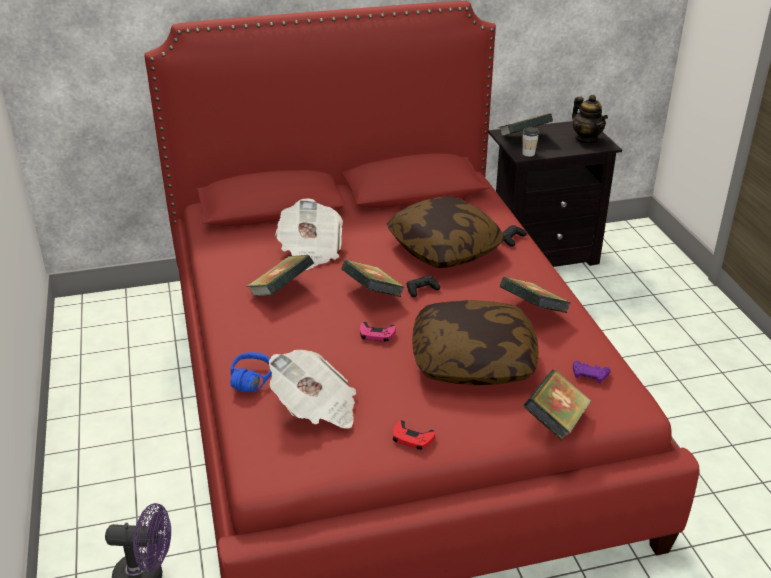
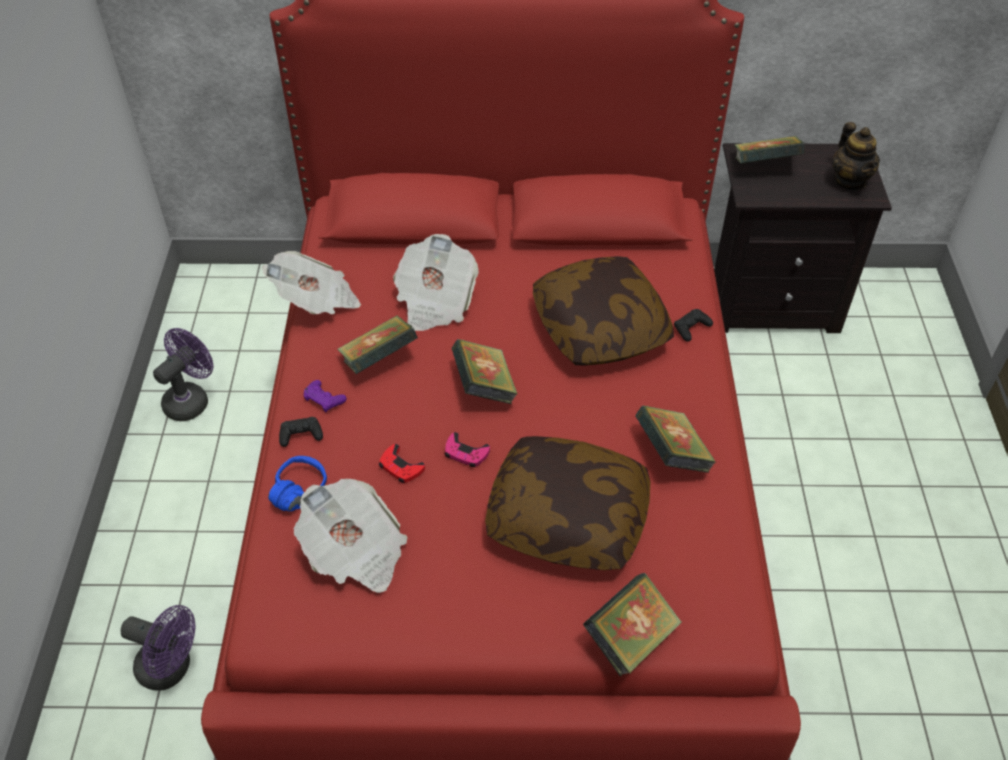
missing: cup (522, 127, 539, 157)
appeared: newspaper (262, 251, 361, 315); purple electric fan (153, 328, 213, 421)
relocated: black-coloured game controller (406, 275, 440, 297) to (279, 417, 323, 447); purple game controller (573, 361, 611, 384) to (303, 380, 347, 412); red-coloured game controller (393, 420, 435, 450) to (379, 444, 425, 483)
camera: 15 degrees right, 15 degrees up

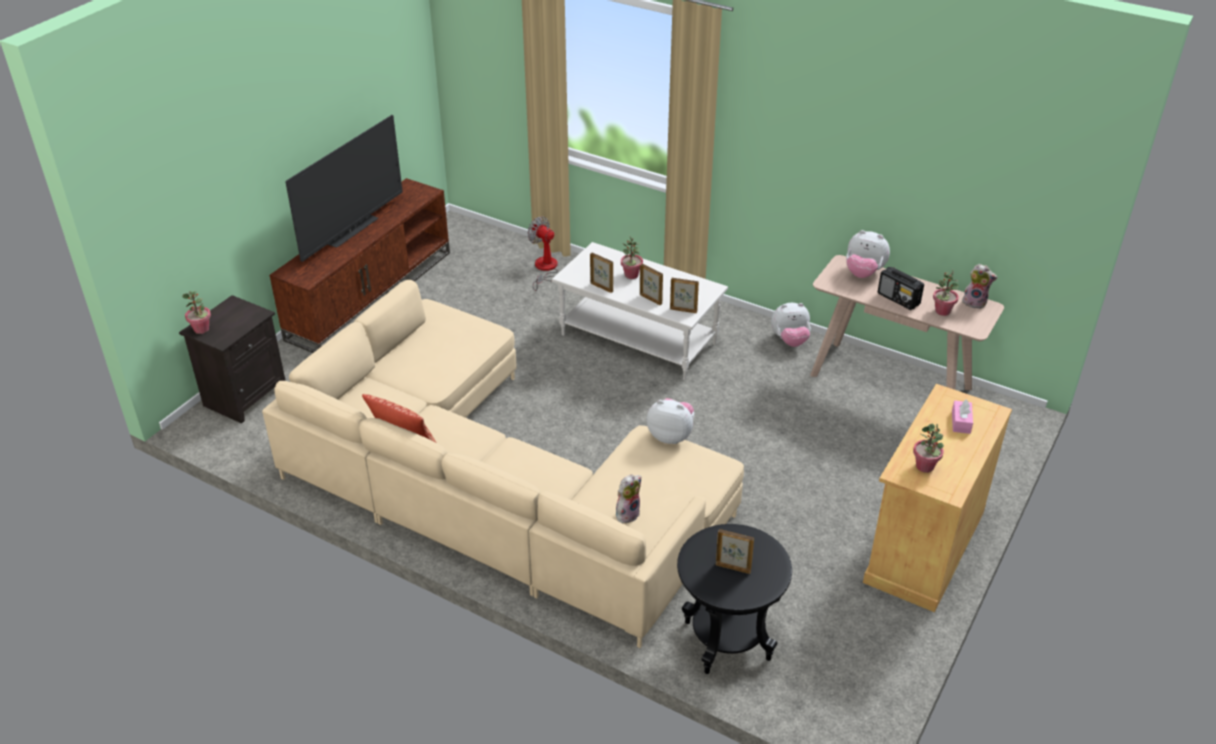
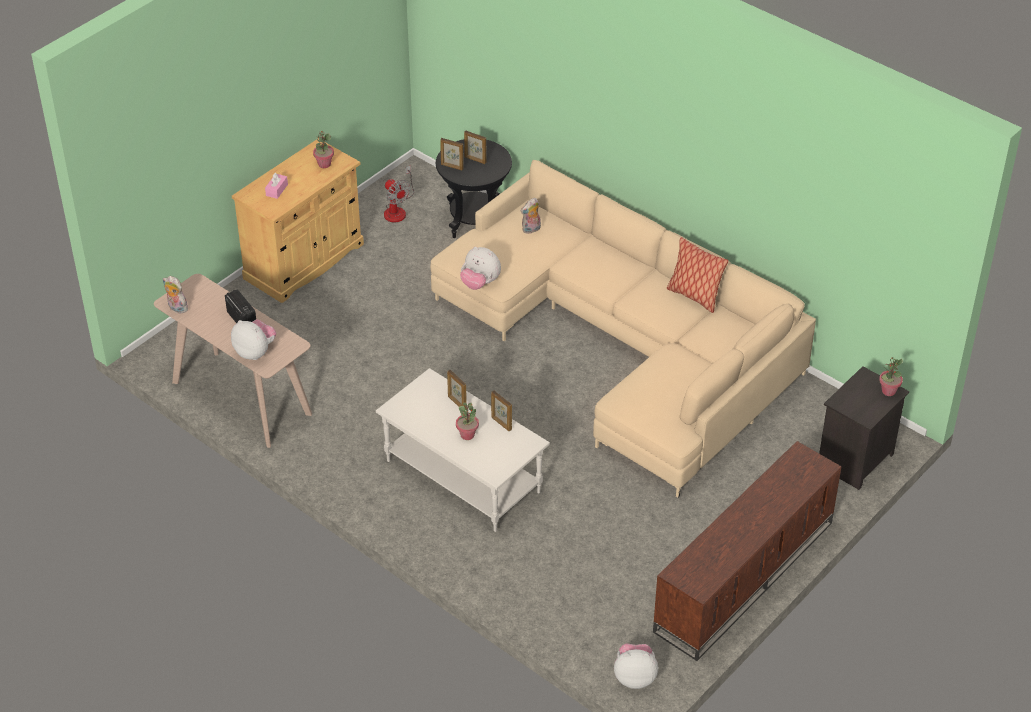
missing: television (286, 115, 403, 262); potted plant (933, 270, 959, 316)
relocated: electric fan (527, 216, 558, 291) to (384, 165, 414, 223); picture frame (670, 278, 699, 313) to (440, 138, 464, 170); plush toy (771, 303, 811, 347) to (614, 644, 659, 689)
camera: 170 degrees left, 5 degrees up

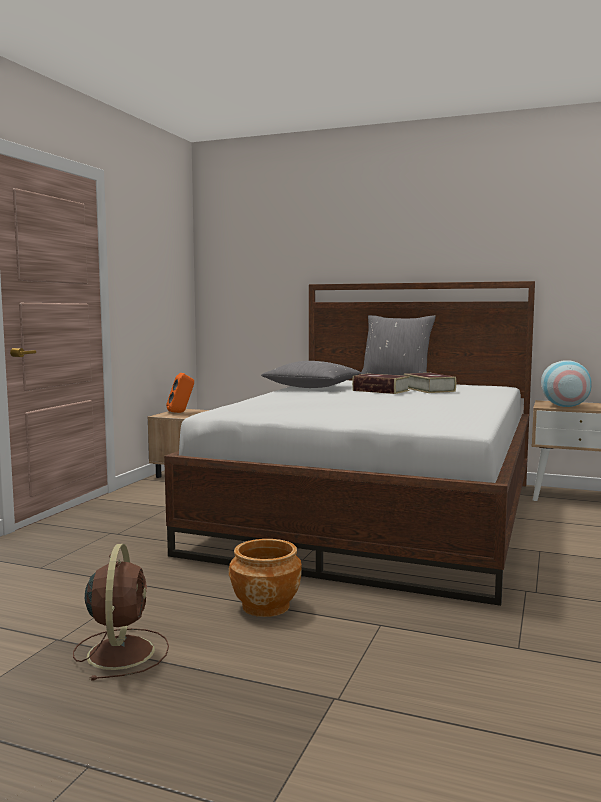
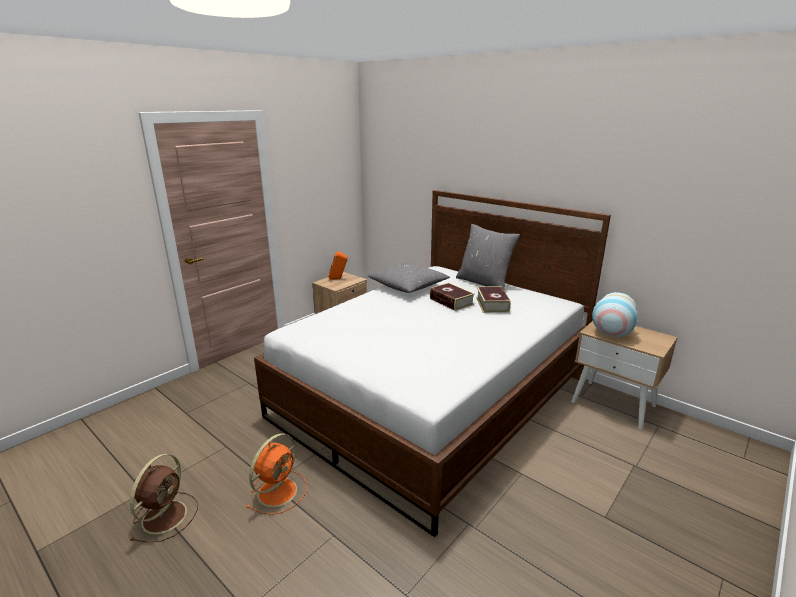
exchanged: brown-coloured planter (229, 539, 302, 617) to orange electric fan (246, 433, 307, 515)
camera: 20 degrees right, 15 degrees up

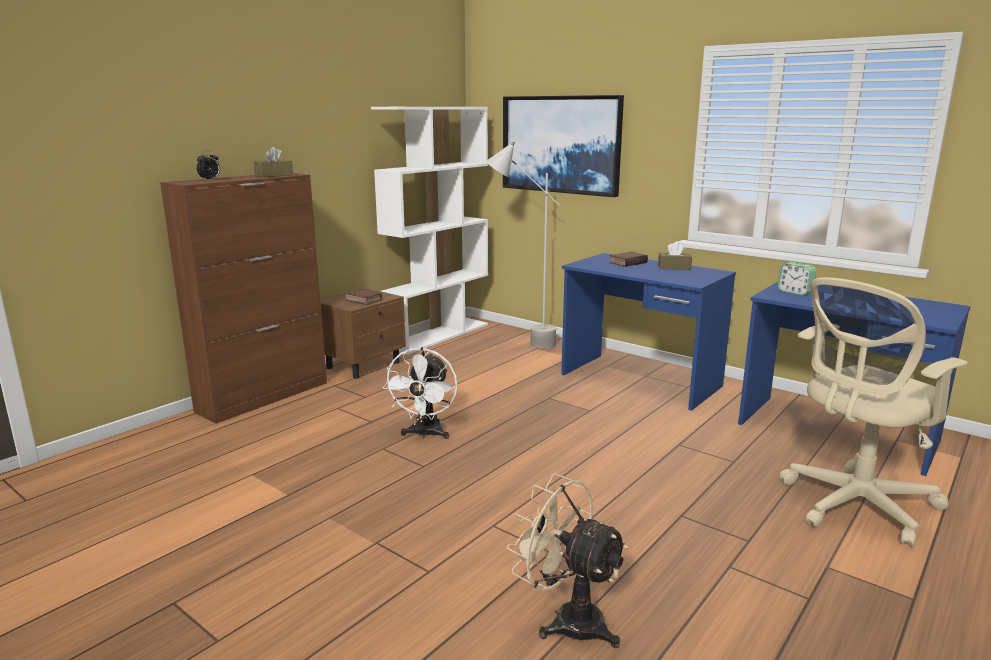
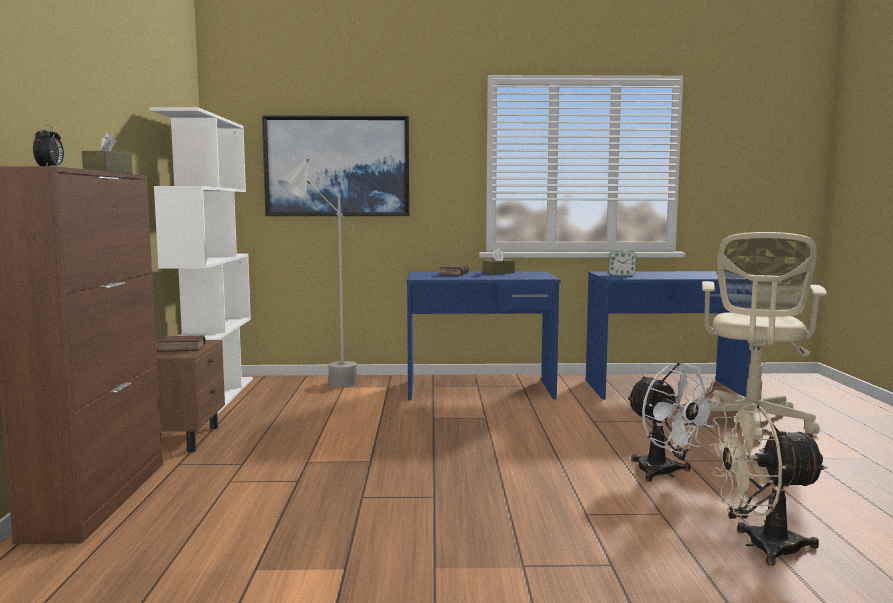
relocated: white-coloured electric fan (383, 347, 458, 439) to (626, 362, 720, 482)
camera: 40 degrees left, 10 degrees down

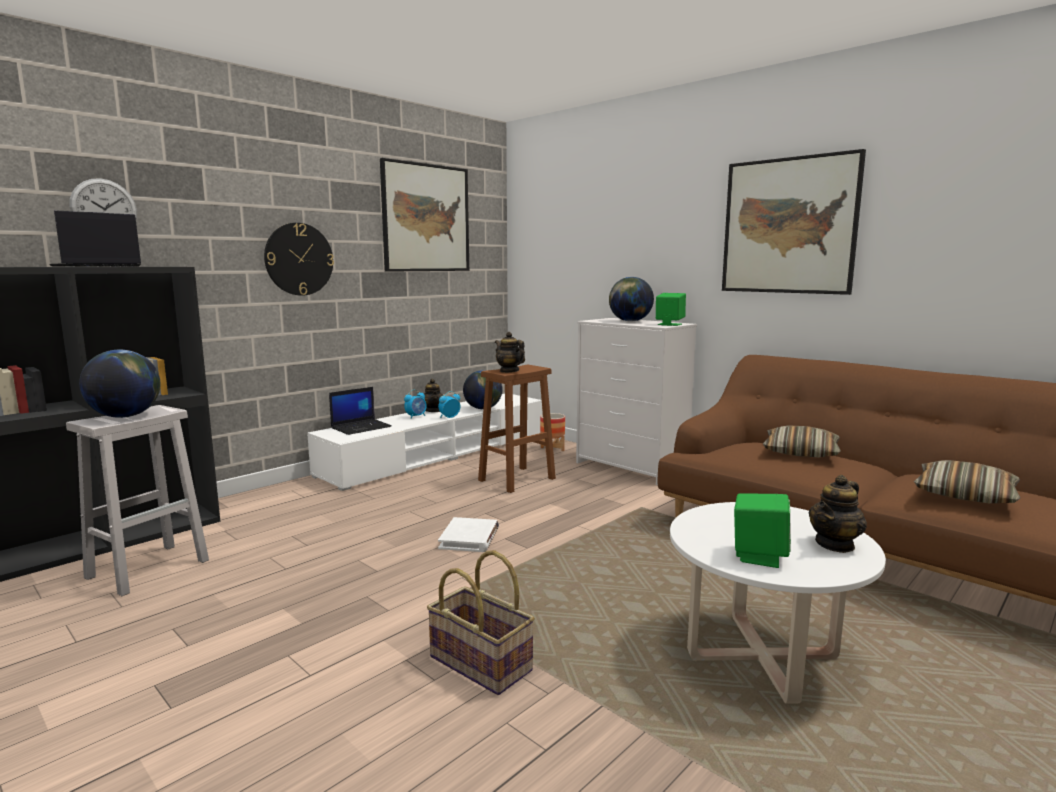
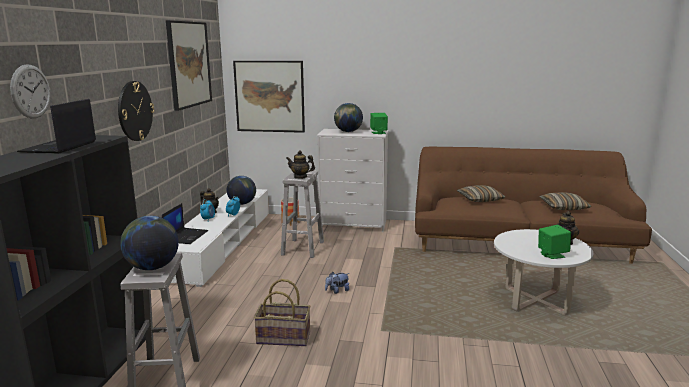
relocated: wall art (722, 149, 866, 295) to (233, 61, 305, 133); basket (427, 550, 535, 695) to (254, 279, 310, 346)
exchanged: white-coloured volume (438, 517, 499, 552) to plush toy (325, 272, 350, 294)
colour: brown-coloured stool seat (478, 365, 556, 493) to white-coloured stool seat (281, 170, 324, 258)
camera: 35 degrees left, 5 degrees up

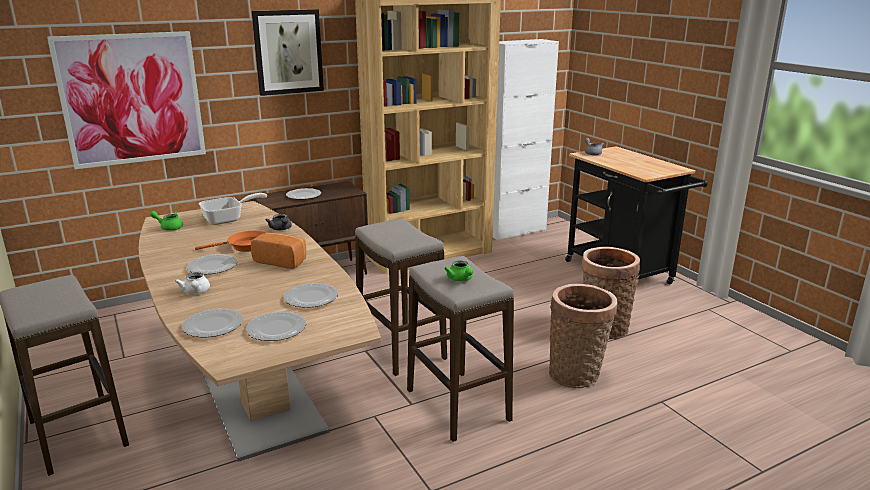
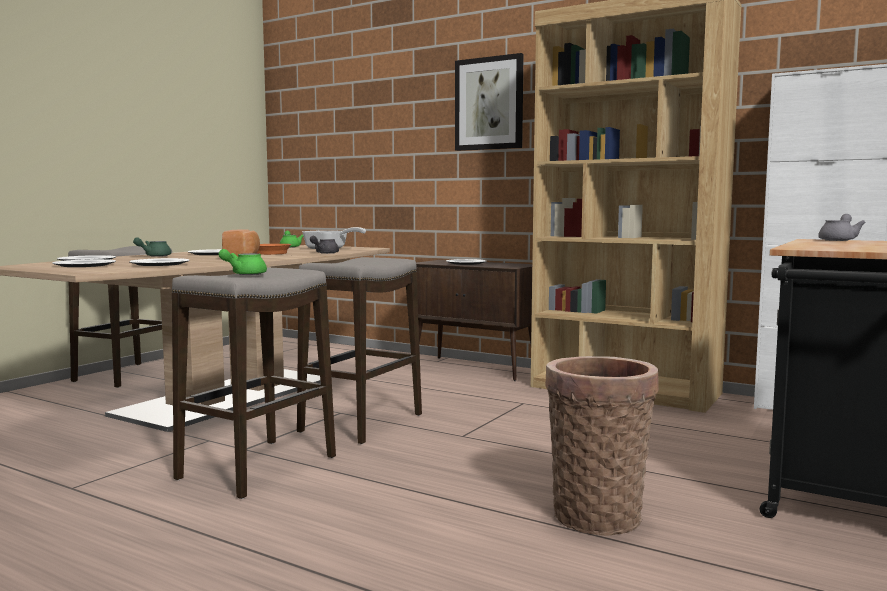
missing: wall art (47, 31, 206, 169); basket (549, 284, 618, 388)
colour: white-coloured tea pot (175, 272, 210, 294) to green tea pot (133, 237, 171, 257)
camera: 60 degrees right, 15 degrees down

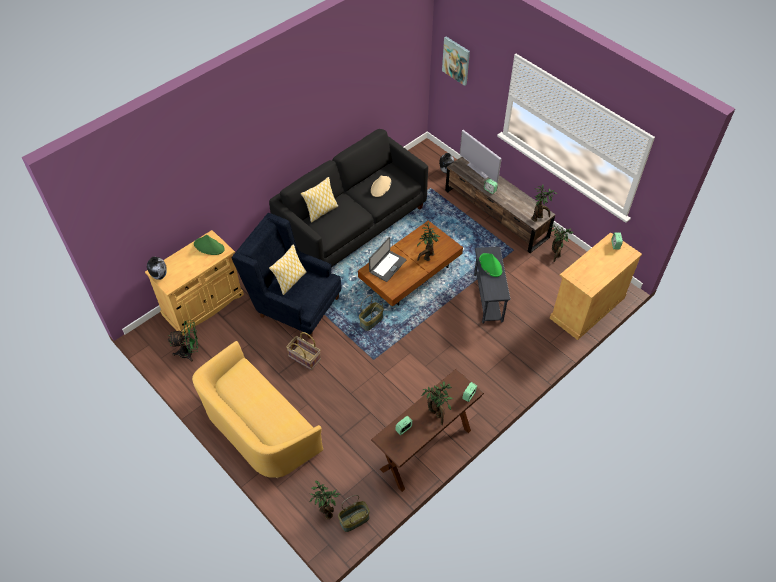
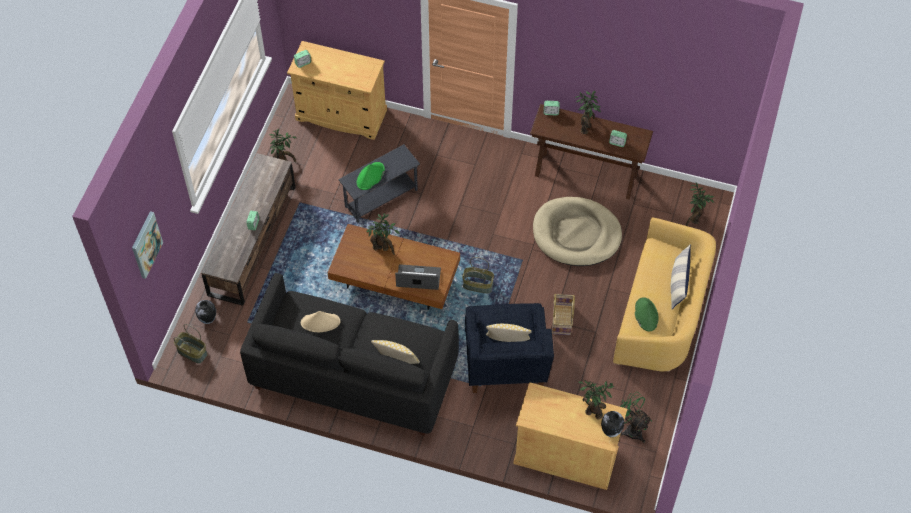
missing: television (459, 130, 502, 183)
appeared: sand-coloured pet bed (533, 197, 622, 266); throw pillow (671, 244, 691, 309)
relocated: potted plant (531, 185, 557, 221) to (578, 380, 614, 419); green wearable hat (194, 235, 225, 255) to (635, 297, 659, 331); basket (338, 495, 370, 532) to (174, 324, 208, 364)
camera: 120 degrees left, 5 degrees up

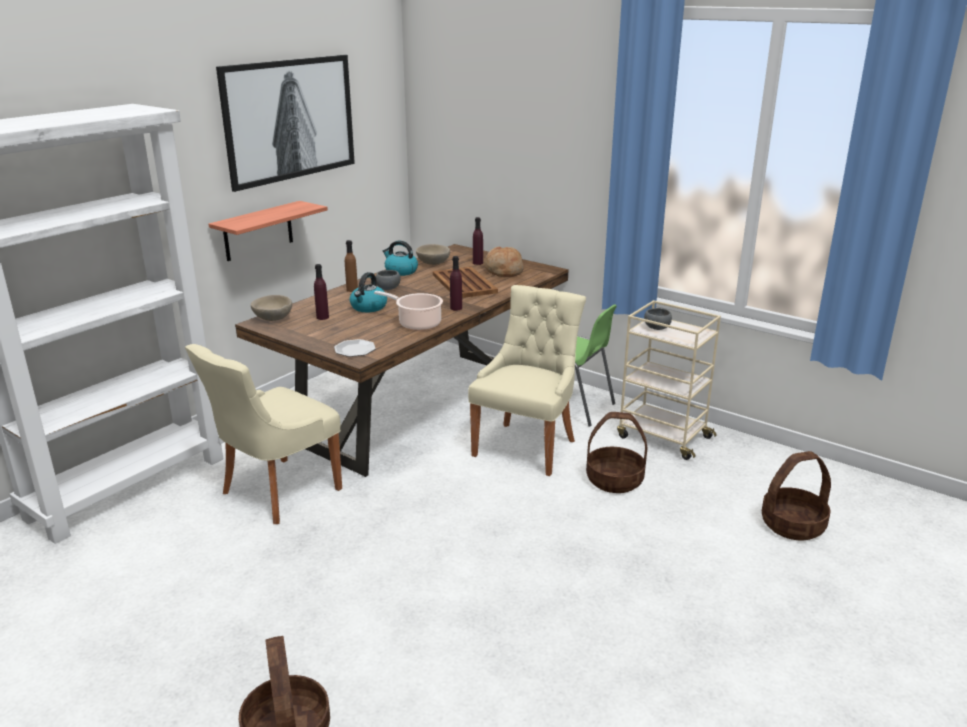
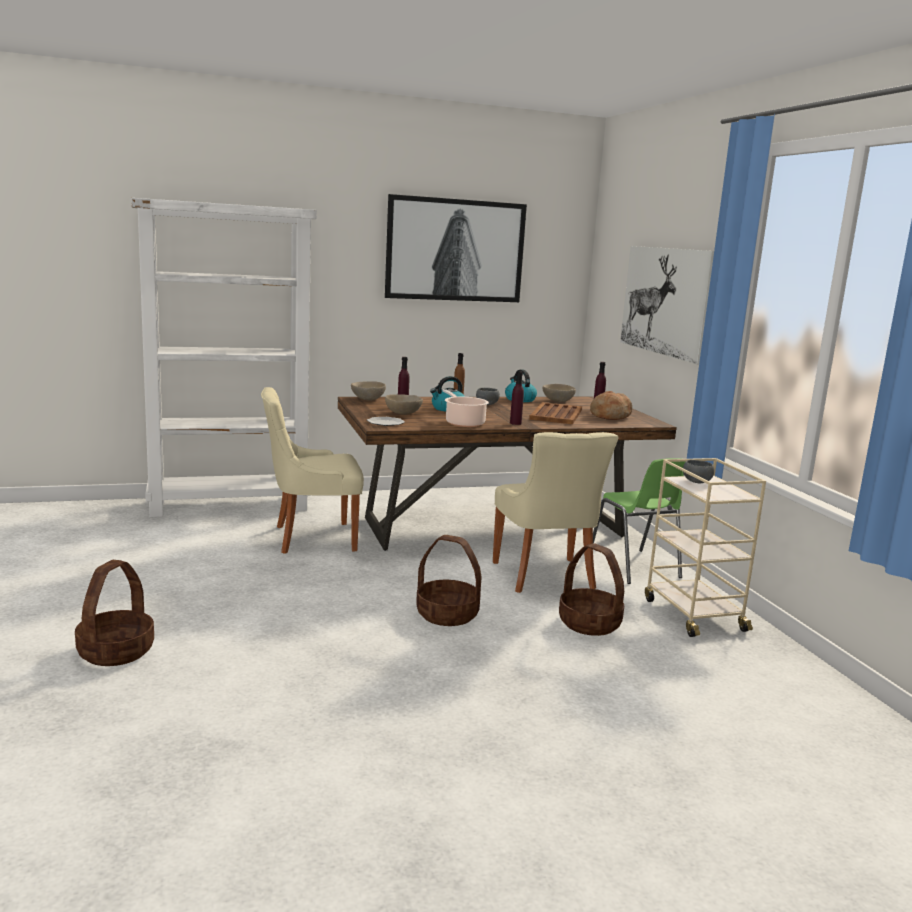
missing: wall shelf (208, 201, 328, 261)
appeared: wall art (620, 246, 714, 364); sand-coloured deep dish (385, 394, 423, 415)
relocated: basket (762, 451, 831, 540) to (416, 535, 482, 626)
spun: sand-coloured upright chair (468, 285, 586, 476) = (493, 432, 619, 593) 105 degrees clockwise
camera: 35 degrees right, 10 degrees down

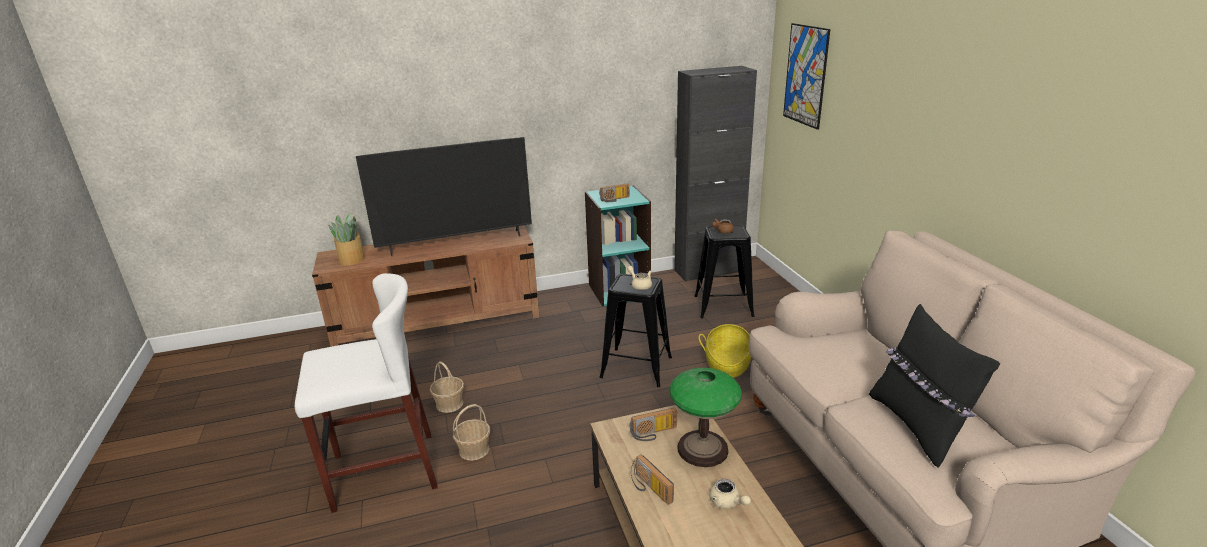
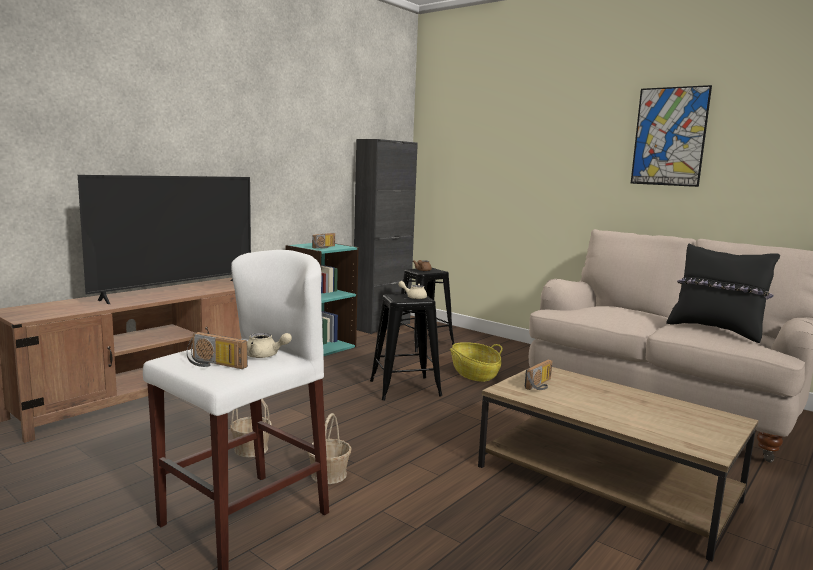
missing: potted plant (328, 213, 365, 266); table lamp (670, 368, 742, 467)
relocated: wall art (783, 23, 830, 130) to (631, 85, 712, 187); radio (631, 454, 674, 505) to (187, 332, 248, 369); sand-coloured tea pot (709, 479, 751, 509) to (247, 333, 292, 358)
camera: 35 degrees left, 15 degrees down

